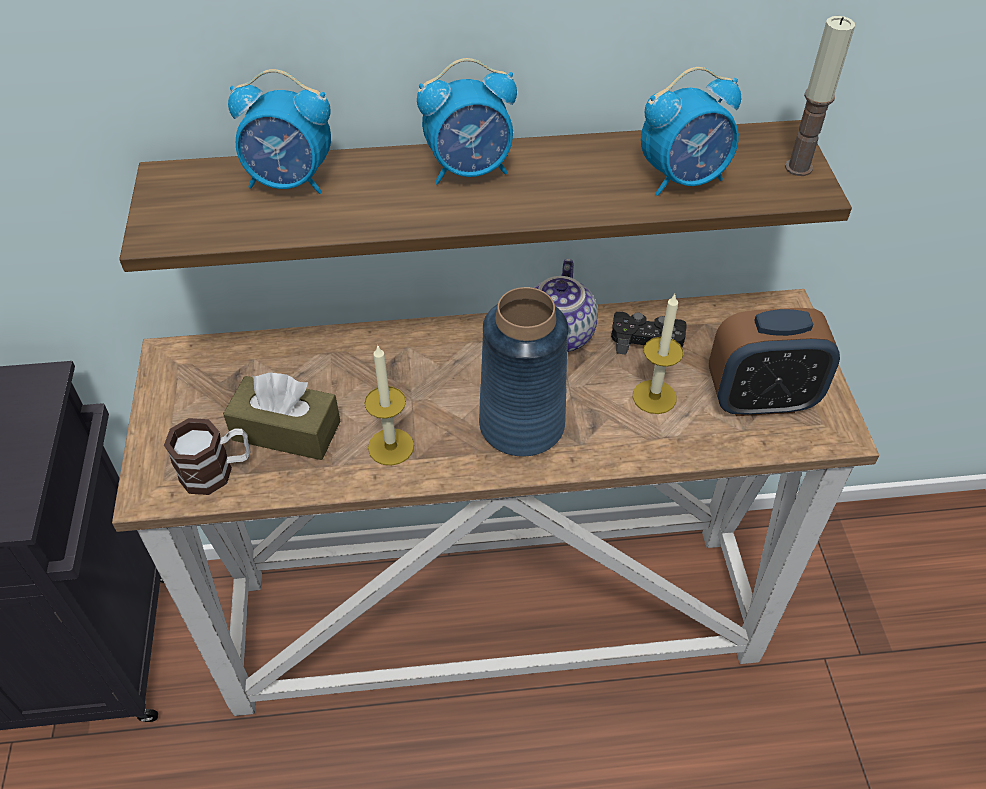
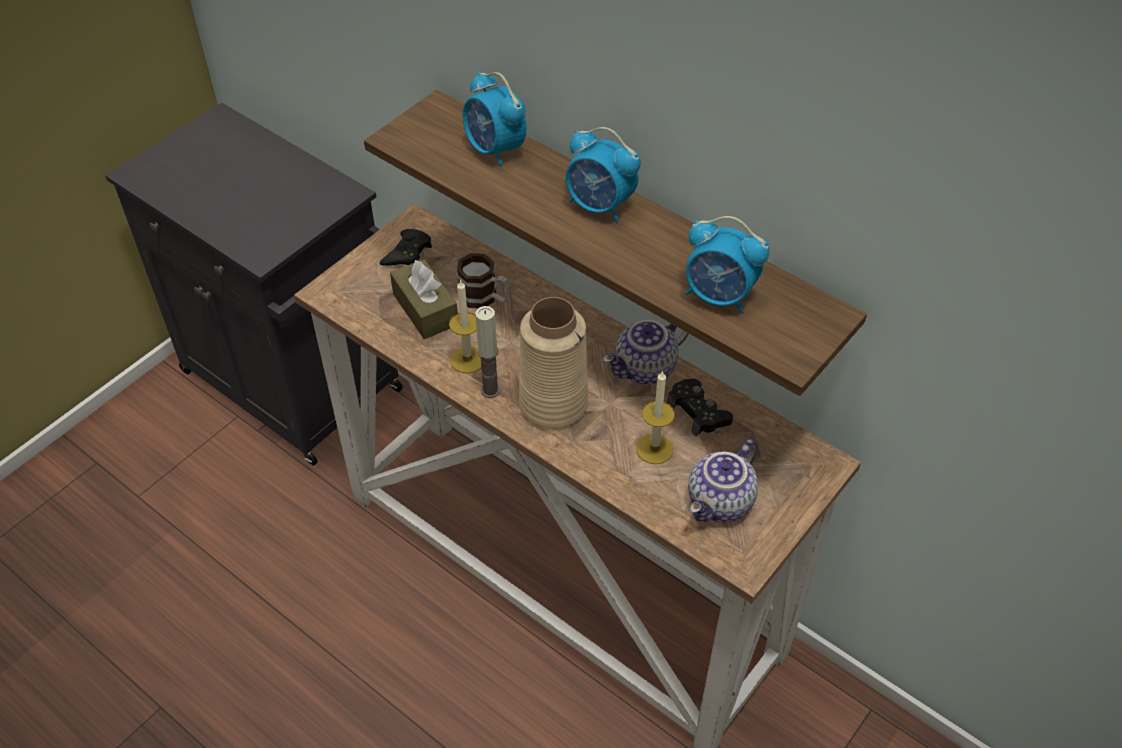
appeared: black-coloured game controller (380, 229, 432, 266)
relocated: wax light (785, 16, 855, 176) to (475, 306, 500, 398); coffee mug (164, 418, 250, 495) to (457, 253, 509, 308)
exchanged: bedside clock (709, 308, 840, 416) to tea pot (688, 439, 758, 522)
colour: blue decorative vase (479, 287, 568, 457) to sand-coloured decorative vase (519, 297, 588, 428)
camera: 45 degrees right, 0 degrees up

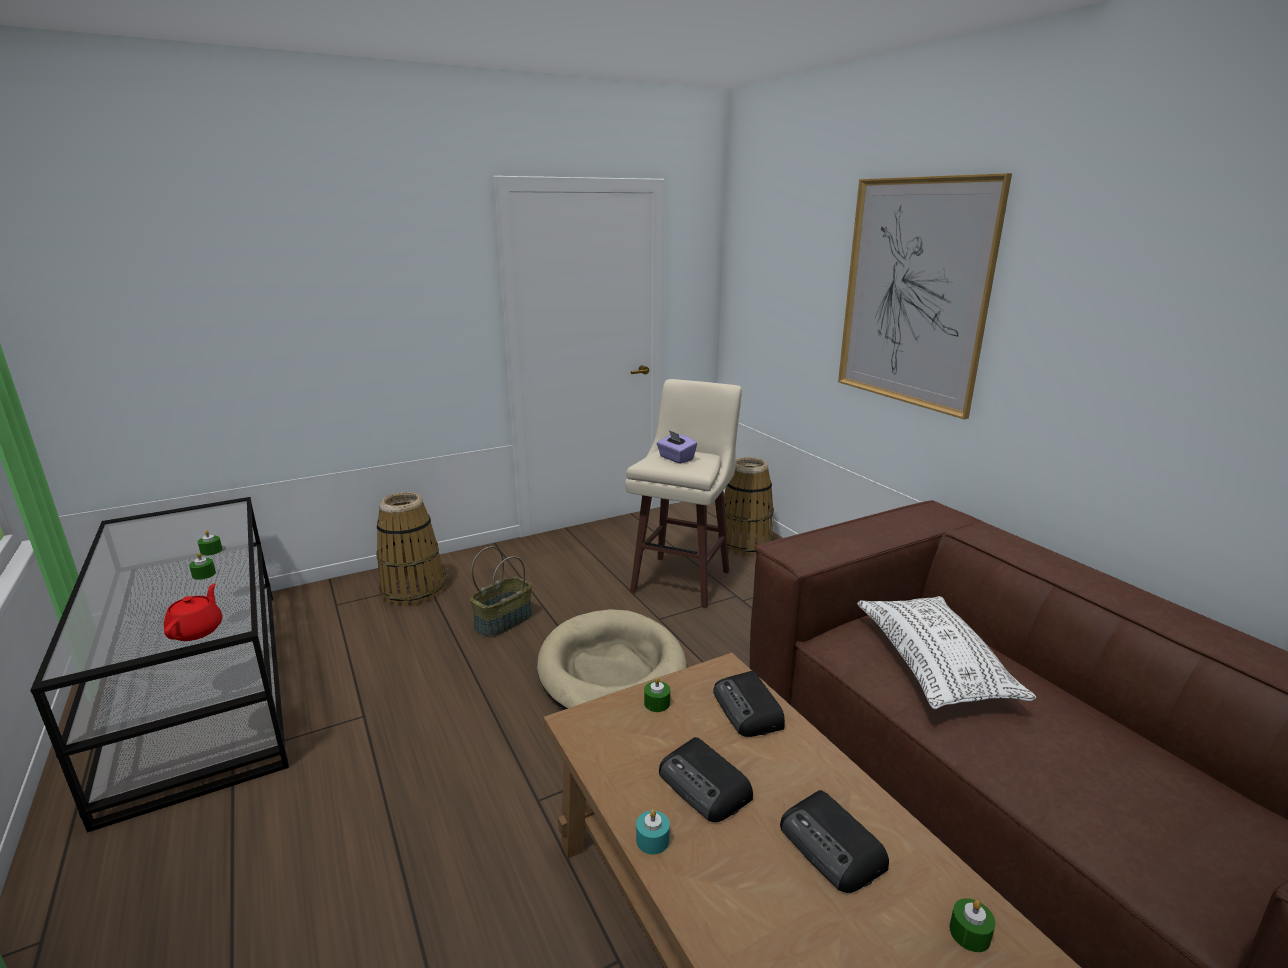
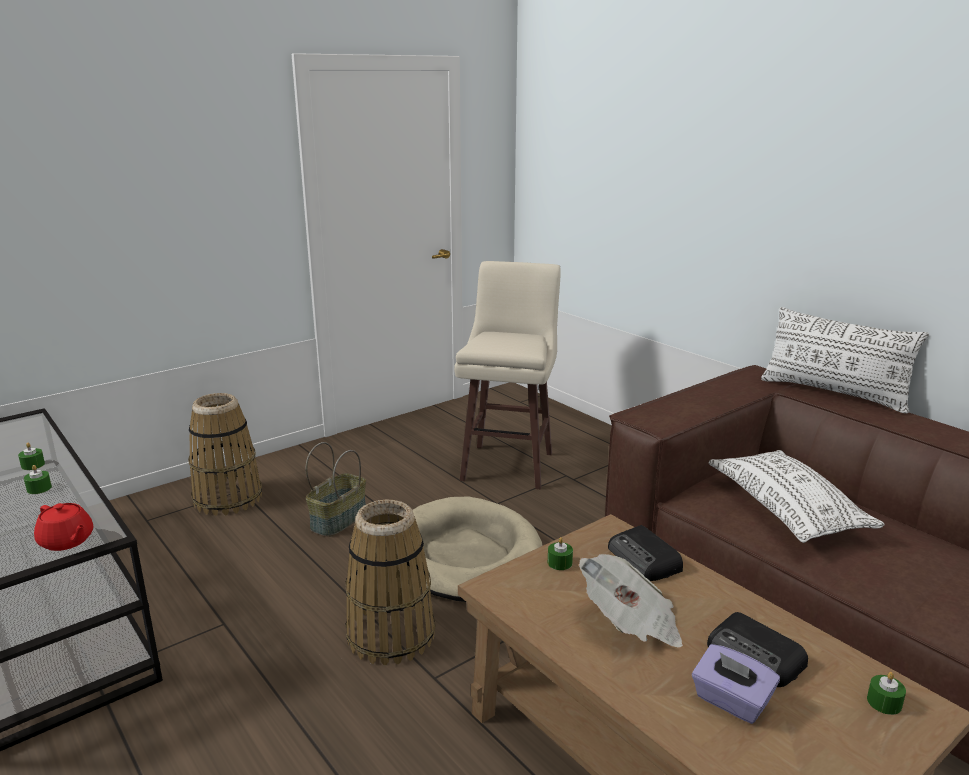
missing: wall art (838, 173, 1012, 419); turquoise wax light (636, 810, 670, 854)
appeared: white-coloured throw pillow (761, 307, 929, 413)
relocated: purple tissue box (657, 430, 697, 464) to (692, 644, 780, 724); basket (718, 457, 774, 557) to (345, 500, 435, 665)
exchanged: radio (659, 737, 753, 822) to newspaper (579, 554, 683, 648)
spun: red-coloured tea pot (164, 583, 222, 641) = (34, 503, 93, 551) 135 degrees clockwise
camera: 10 degrees left, 0 degrees up

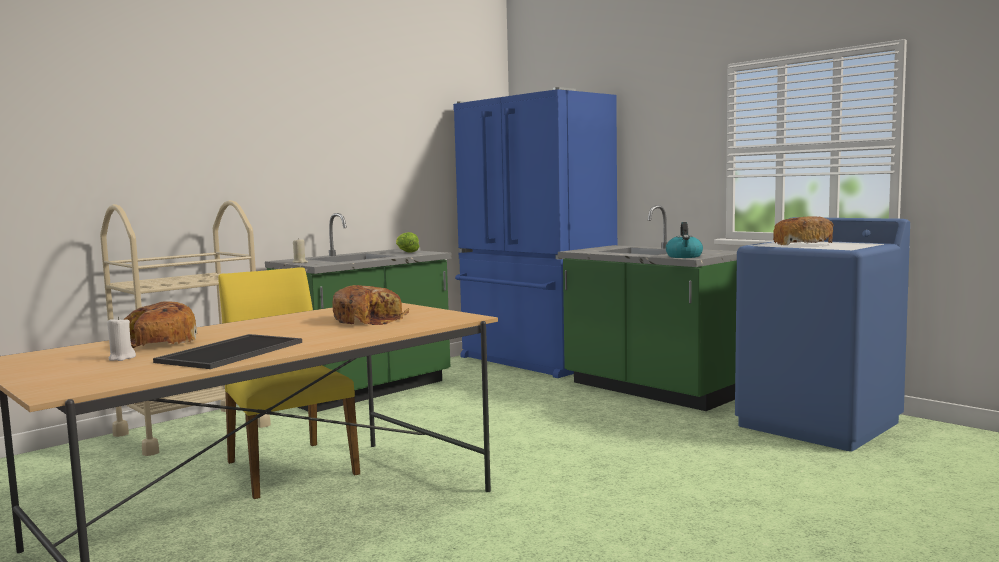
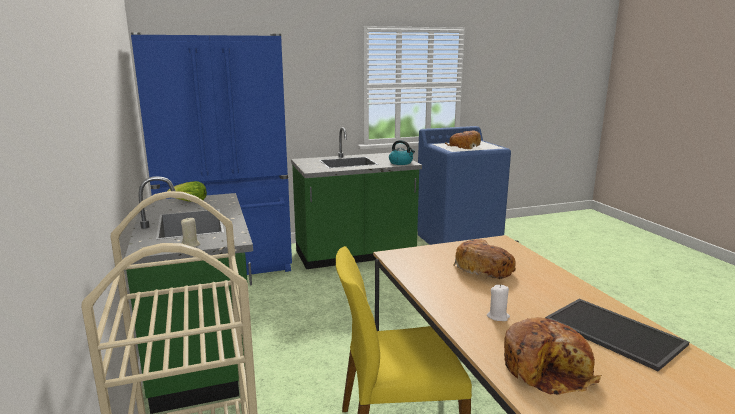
relocated: white-coloured wax light (107, 316, 136, 361) to (487, 284, 510, 321)
camera: 65 degrees left, 10 degrees up

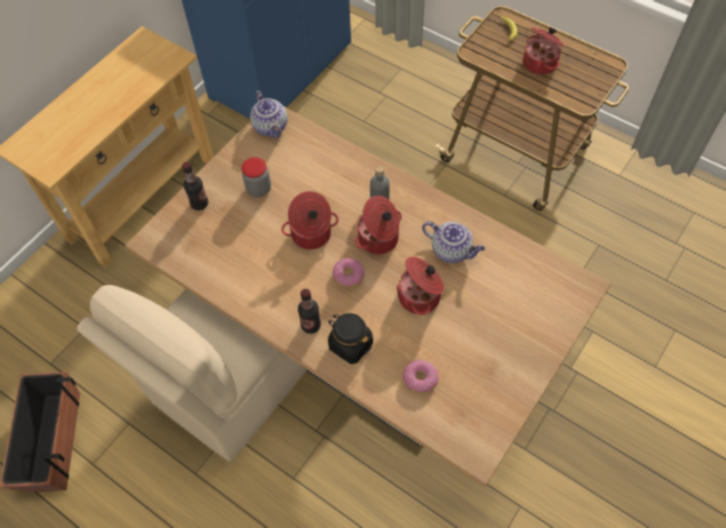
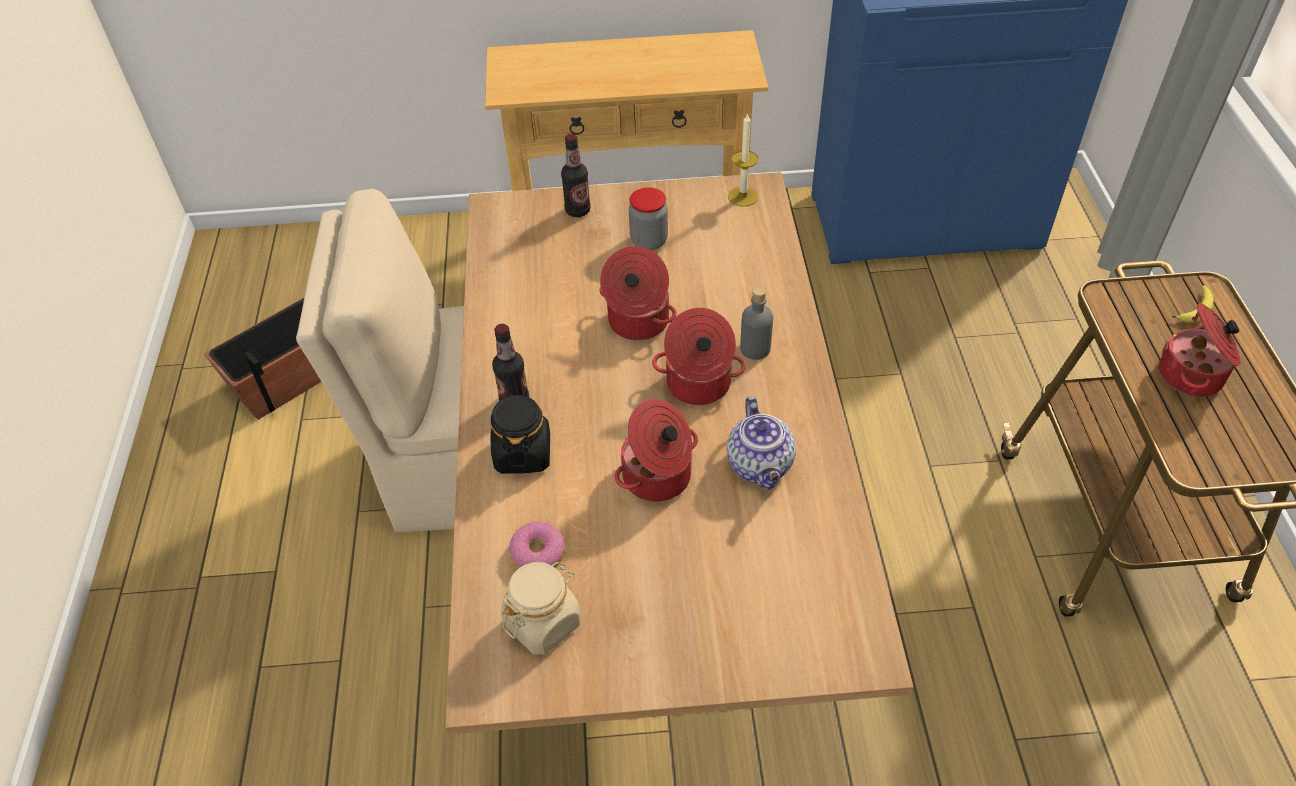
missing: doughnut (333, 258, 365, 288)
appeared: sand-coloured storage jar (501, 562, 581, 655)
exchanged: tea pot (250, 91, 288, 138) to wax light (728, 113, 759, 207)
camera: 50 degrees right, 10 degrees down

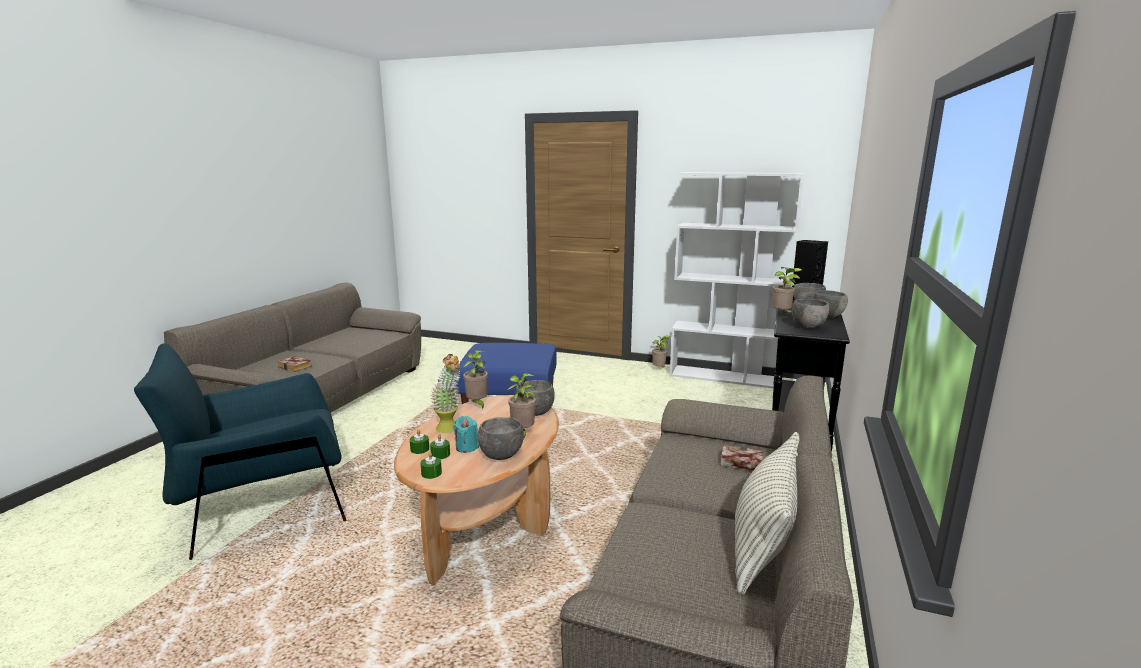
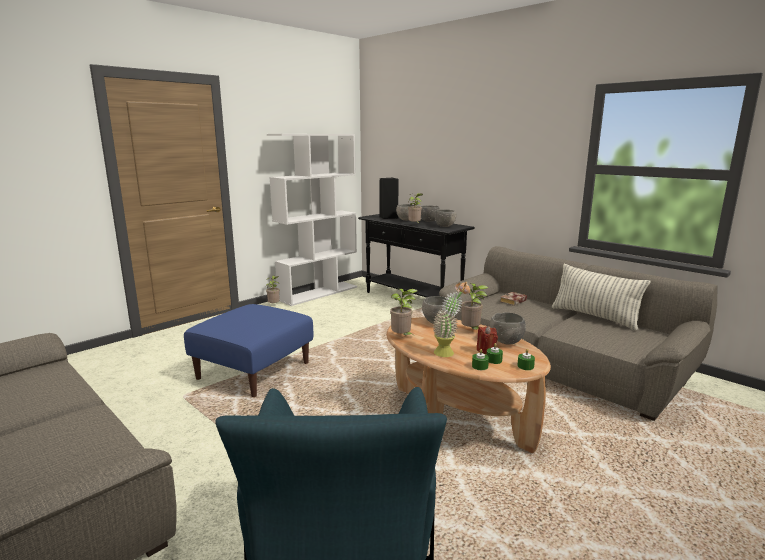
missing: volume (277, 356, 312, 372)
colour: turquoise wax light (453, 416, 479, 453) to red-coloured wax light (477, 326, 498, 354)
camera: 65 degrees left, 0 degrees up

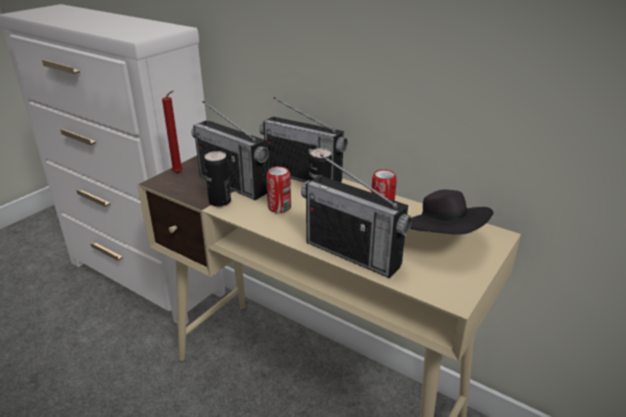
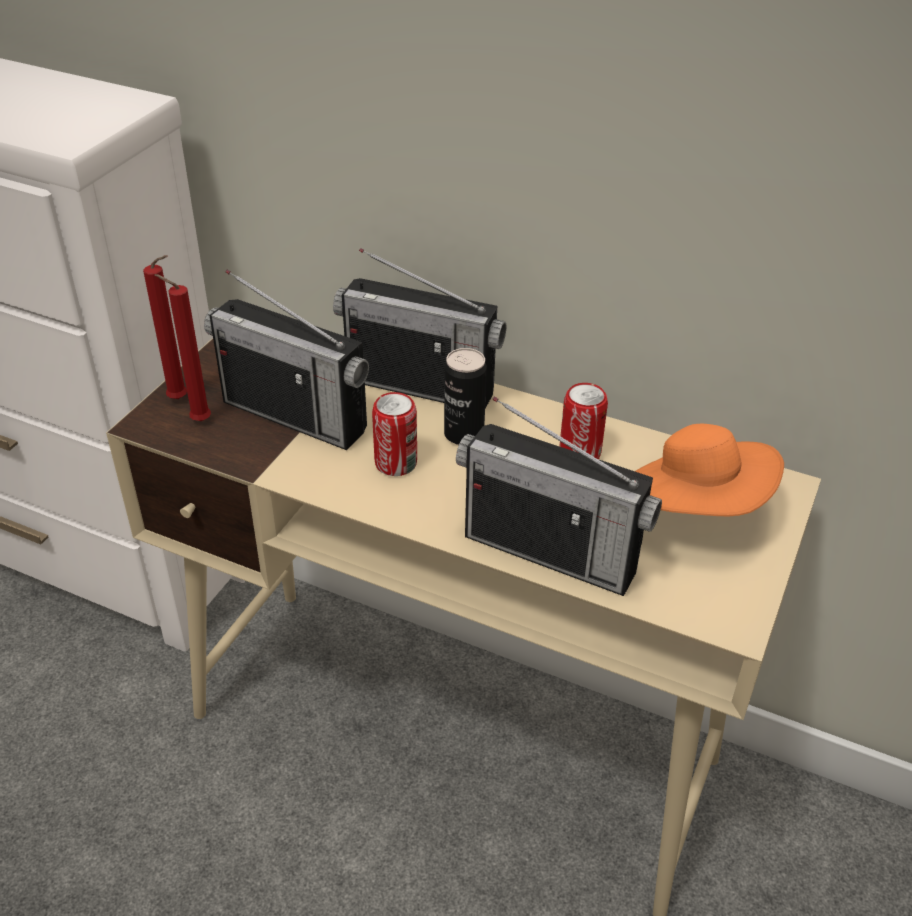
missing: metal can (204, 151, 231, 207)
appeared: red-coloured wax light (155, 274, 211, 421)
colour: black-coloured wearable hat (410, 190, 494, 235) to orange wearable hat (635, 424, 784, 516)
camera: 10 degrees left, 10 degrees up

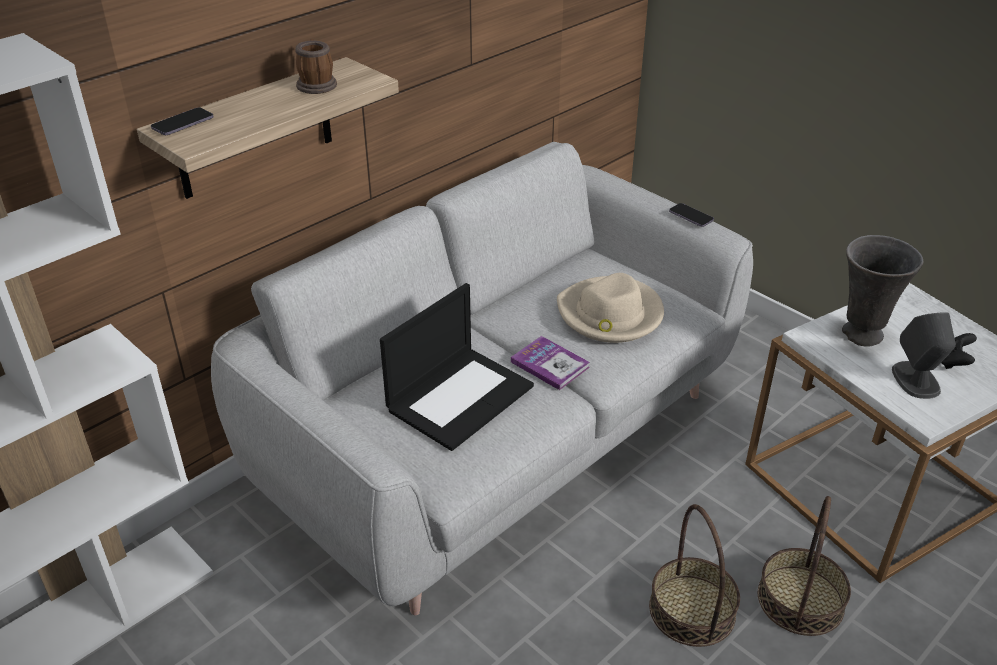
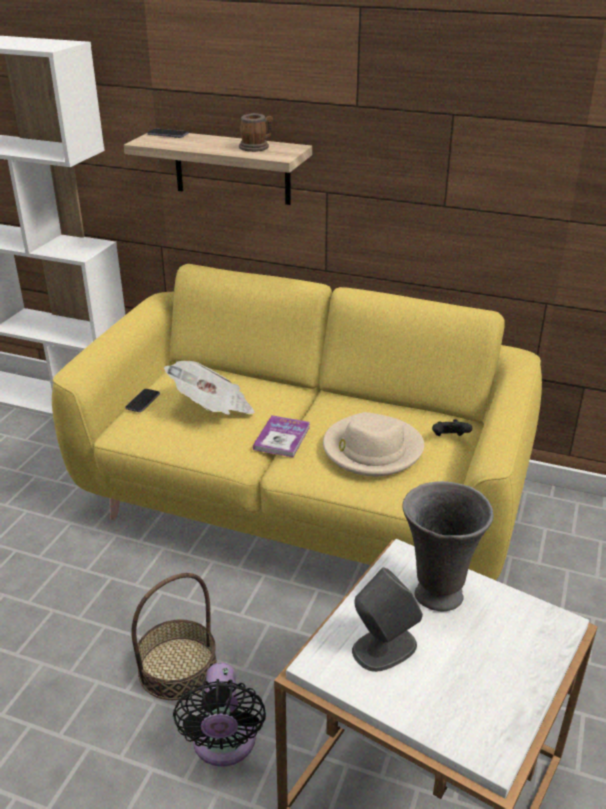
relocated: phone (669, 203, 714, 227) to (125, 389, 160, 412); black-coloured game controller (941, 333, 977, 369) to (432, 419, 472, 436)
exchanged: laptop (380, 283, 534, 451) to newspaper (164, 361, 255, 415); basket (757, 496, 851, 636) to black-coloured electric fan (173, 662, 266, 767)
colour: grey settee (211, 142, 753, 615) to yellow settee (52, 264, 542, 580)
camera: 65 degrees right, 5 degrees down

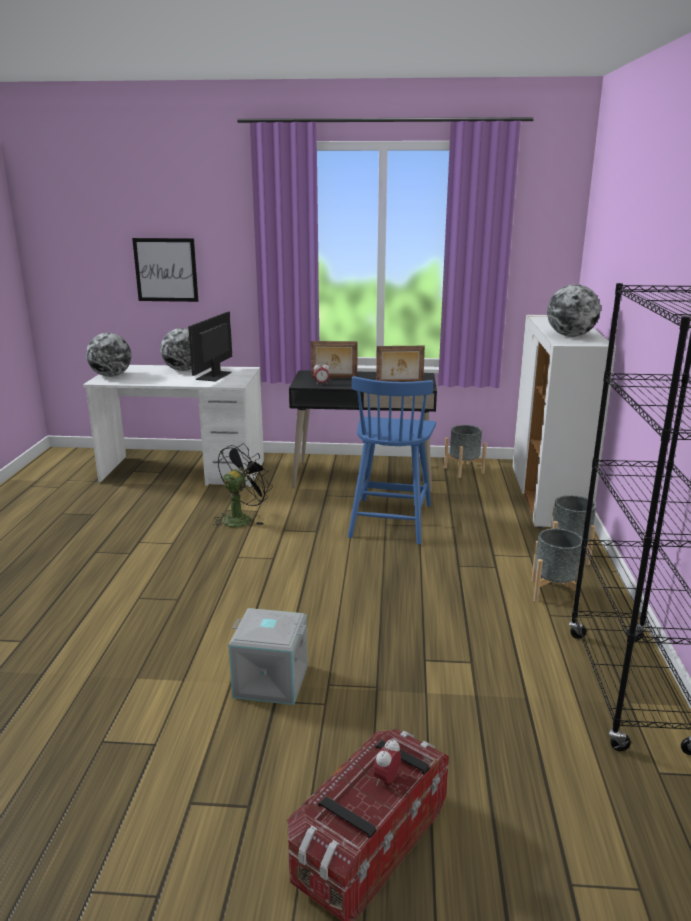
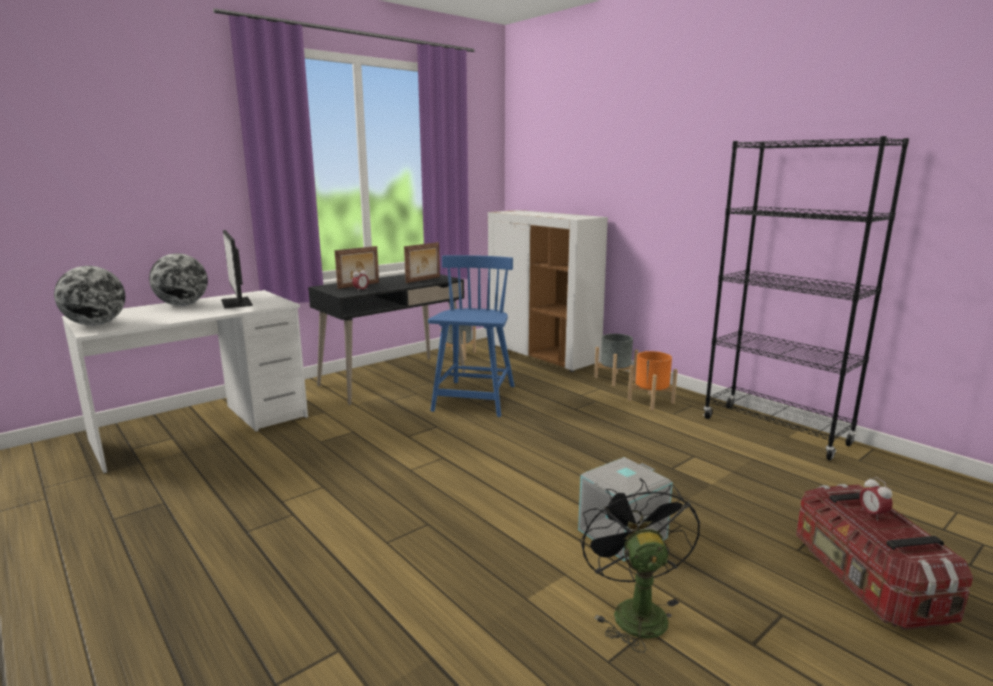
missing: wall art (132, 238, 198, 302); world globe (547, 284, 601, 337)
relocated: black-coloured electric fan (213, 444, 273, 527) to (580, 478, 700, 653)
colour: grey planter (531, 528, 582, 605) to orange planter (628, 351, 678, 410)
spun: blue upright chair (348, 376, 436, 545) = (428, 255, 515, 417) 135 degrees counterclockwise
camera: 45 degrees left, 5 degrees down

